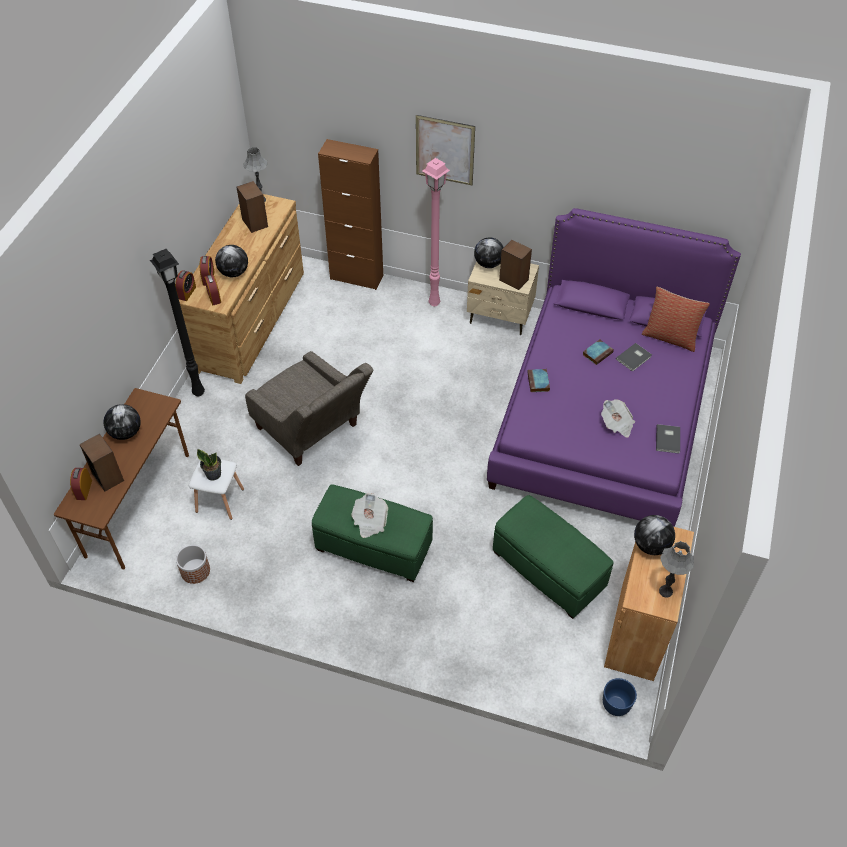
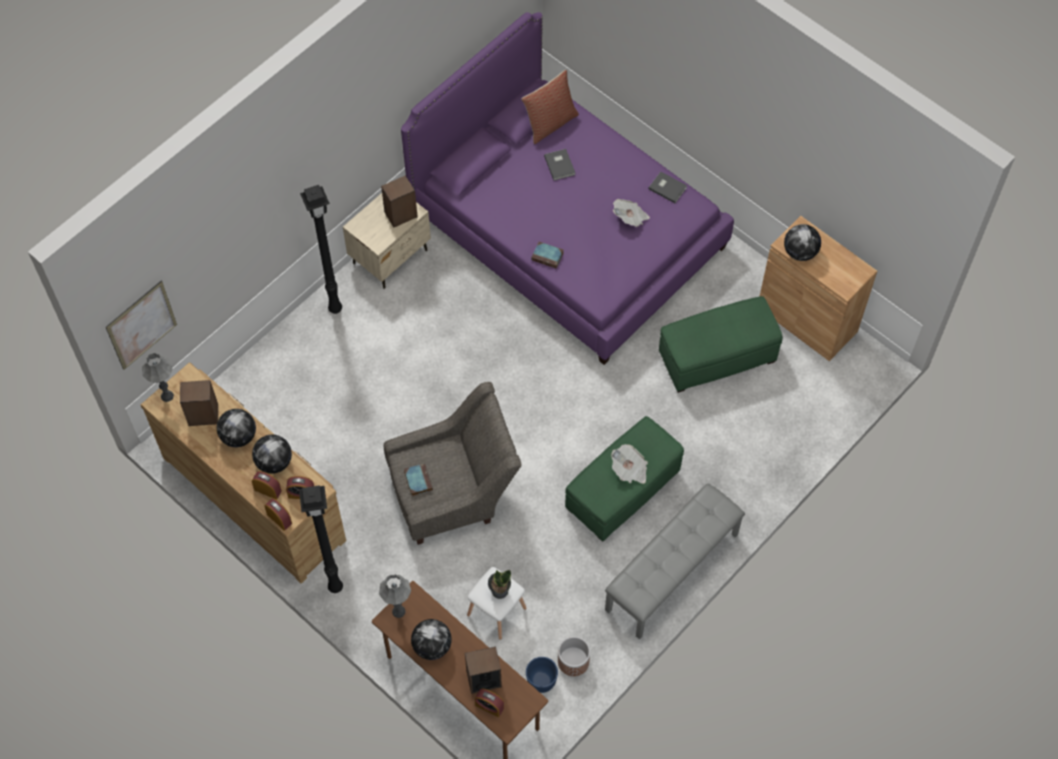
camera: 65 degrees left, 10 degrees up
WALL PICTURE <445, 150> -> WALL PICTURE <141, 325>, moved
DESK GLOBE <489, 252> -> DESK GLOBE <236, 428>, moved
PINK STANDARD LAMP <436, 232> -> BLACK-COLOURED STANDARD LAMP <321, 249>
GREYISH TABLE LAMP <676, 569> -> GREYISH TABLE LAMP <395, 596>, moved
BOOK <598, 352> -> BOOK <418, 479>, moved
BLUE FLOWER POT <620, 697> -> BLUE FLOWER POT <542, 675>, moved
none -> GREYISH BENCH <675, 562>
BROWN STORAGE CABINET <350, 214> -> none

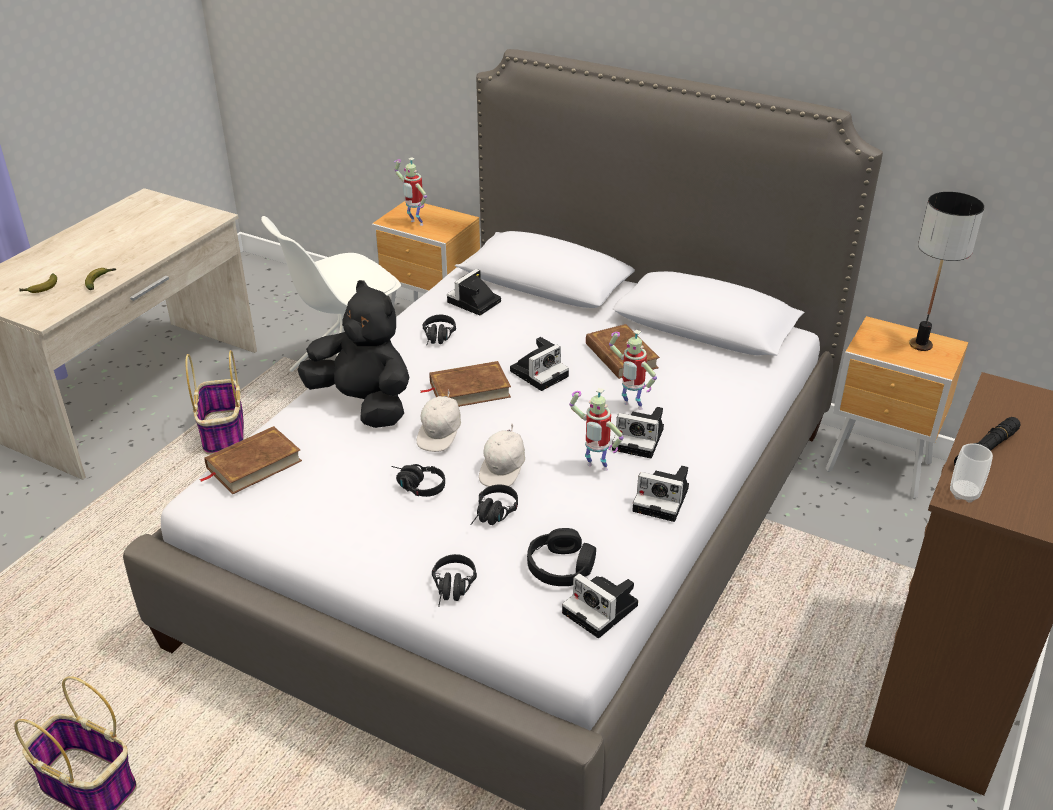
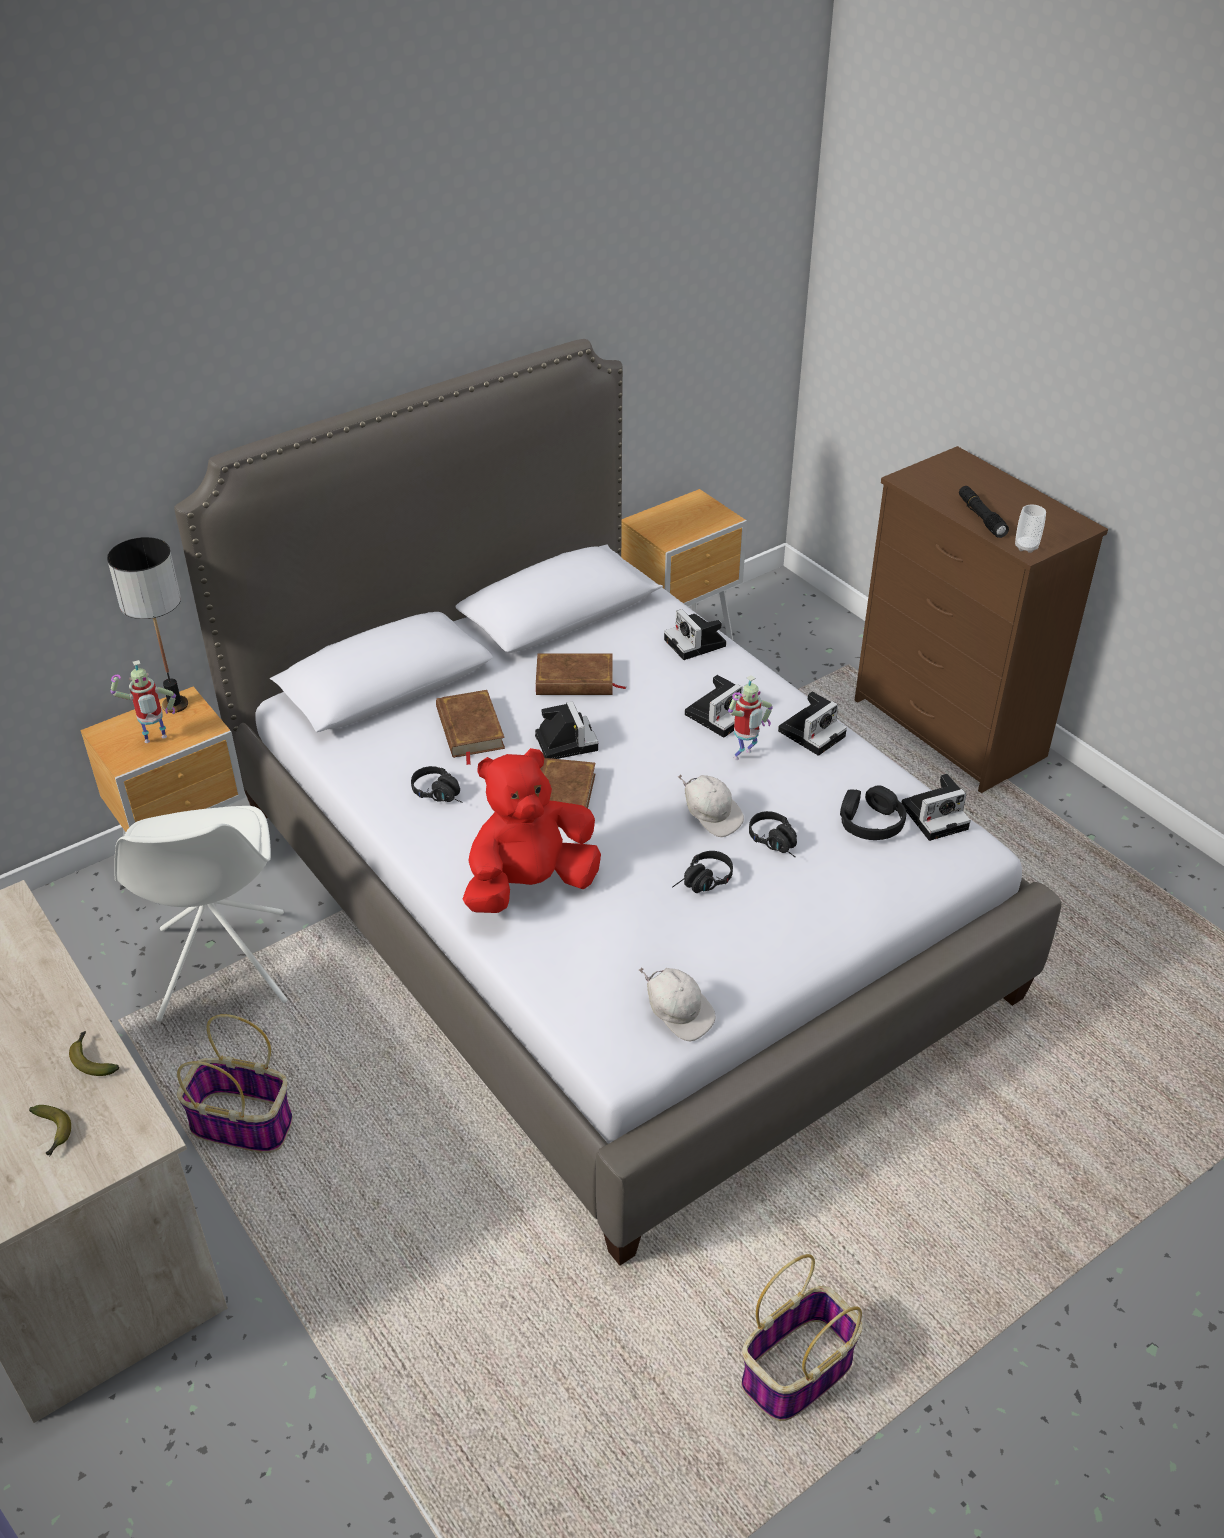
camera: 65 degrees left, 5 degrees up
TABLE LAMP <946, 271> -> TABLE LAMP <147, 625>, moved
BROWN BOOK <251, 460> -> BROWN BOOK <470, 727>, moved
BLACK-COLOURED SOFT TOY <353, 354> -> RED SOFT TOY <532, 830>
WHITISH CAP <439, 421> -> WHITISH CAP <677, 1004>, moved
PHOTO CAMERA <474, 292> -> PHOTO CAMERA <695, 634>, moved
BLACK-COLOURED PAIR OF HEADPHONES <454, 580> -> none
ROBOT FIGURE <633, 370> -> none

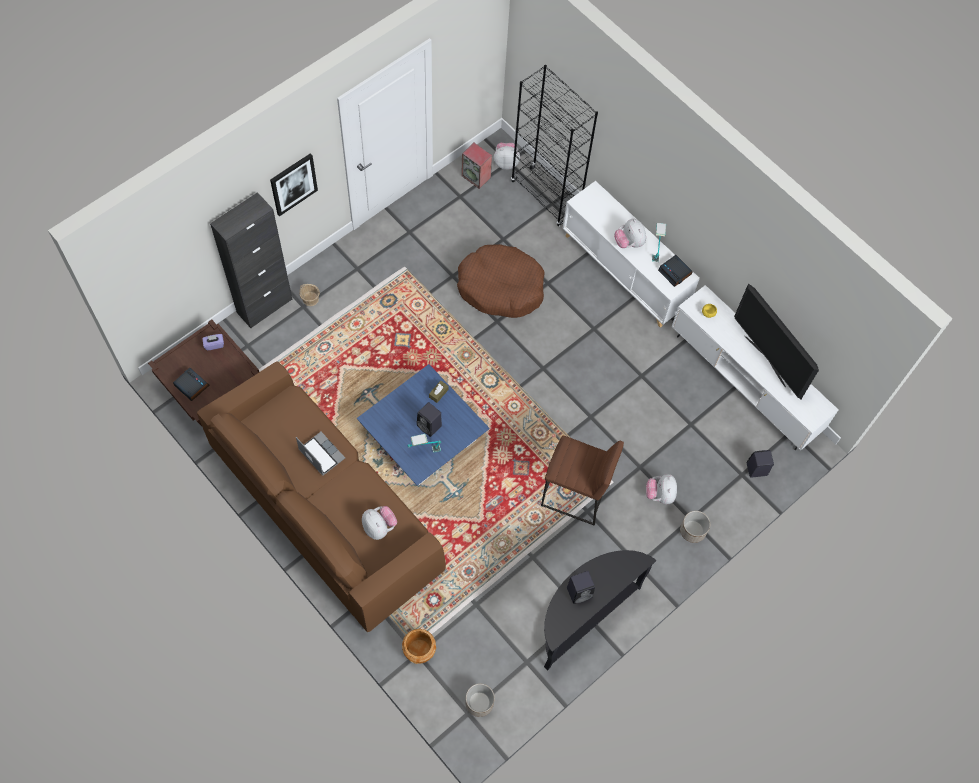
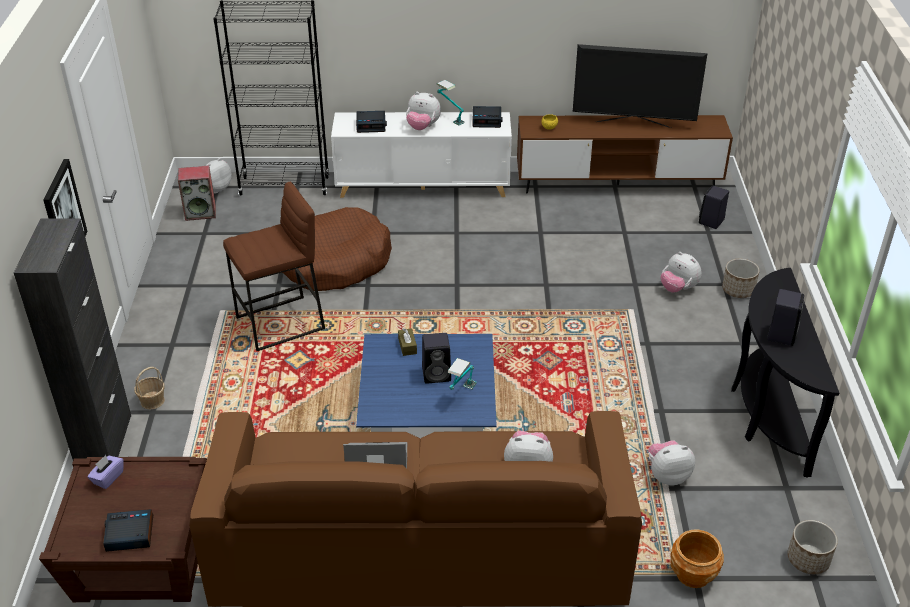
camera: 45 degrees left, 25 degrees down
BROWN STOOL SEAT <582, 481> -> BROWN STOOL SEAT <274, 266>, moved
none -> ALARM CLOCK <371, 122>
WHITISH MEDIA CONSOLE <755, 367> -> BROWN MEDIA CONSOLE <625, 154>
none -> SOFT TOY <671, 462>

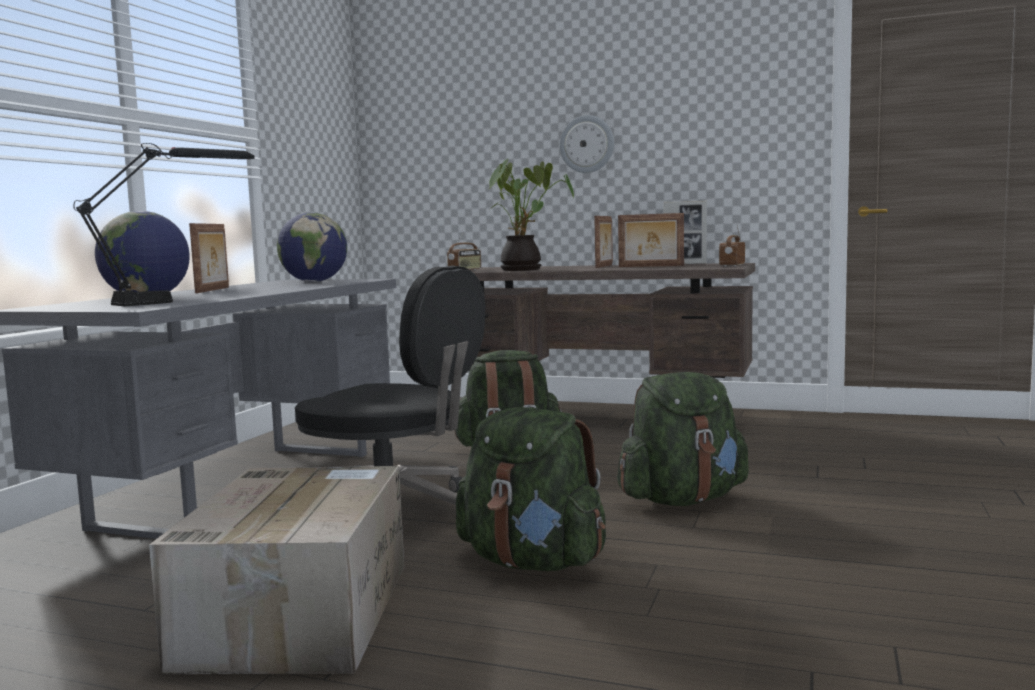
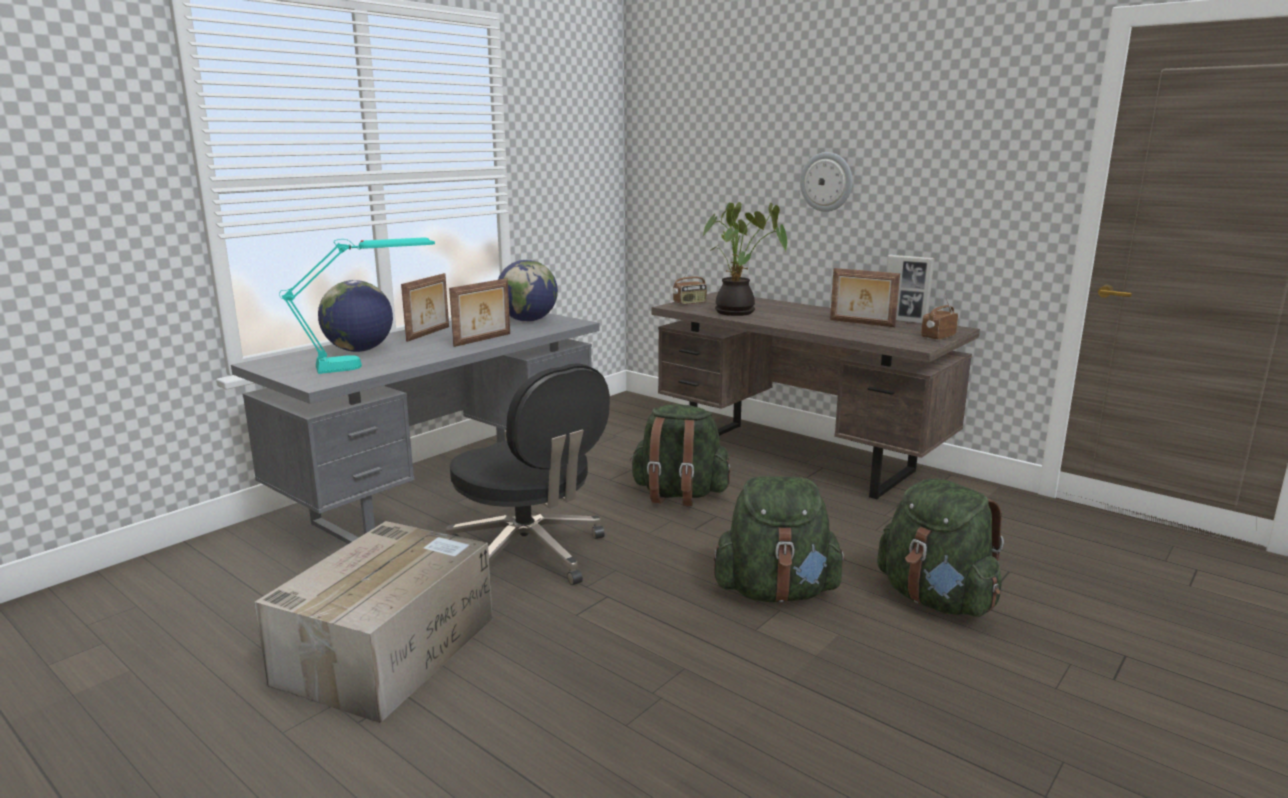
camera: 20 degrees right, 10 degrees up
BLACK-COLOURED TABLE LAMP <164, 225> -> TURQUOISE-COLOURED TABLE LAMP <357, 306>
PICTURE FRAME <603, 242> -> PICTURE FRAME <479, 312>, moved
GREEN-COLOURED RUCKSACK <531, 489> -> GREEN-COLOURED RUCKSACK <940, 547>, moved

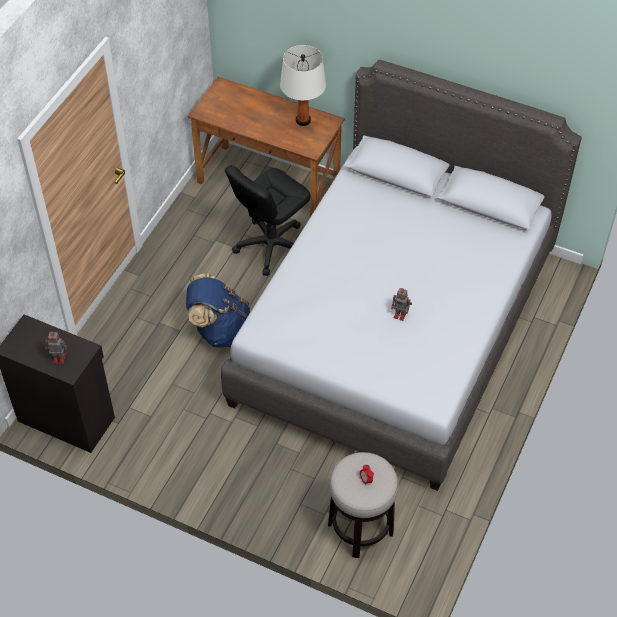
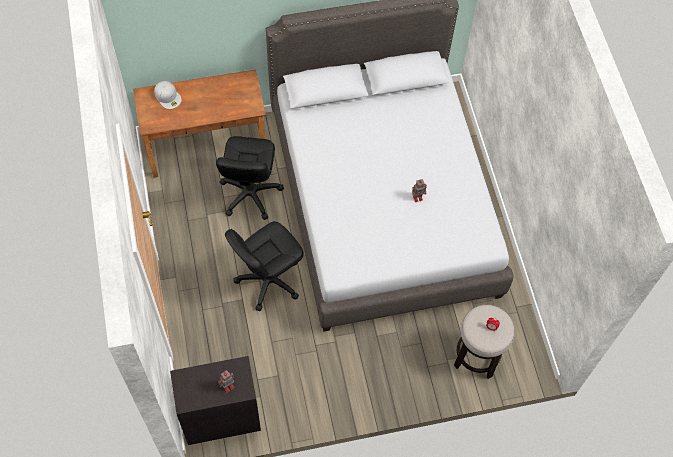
camera: 40 degrees left, 10 degrees up
none -> WHITISH CAP <168, 95>
BLUE RUCKSACK <218, 310> -> BLACK-COLOURED DESK CHAIR <264, 266>
WHITISH TABLE LAMP <303, 85> -> none

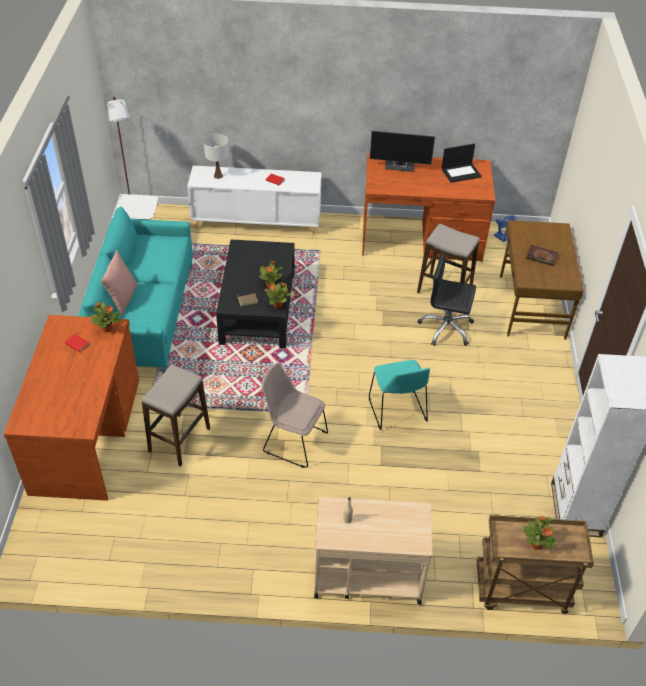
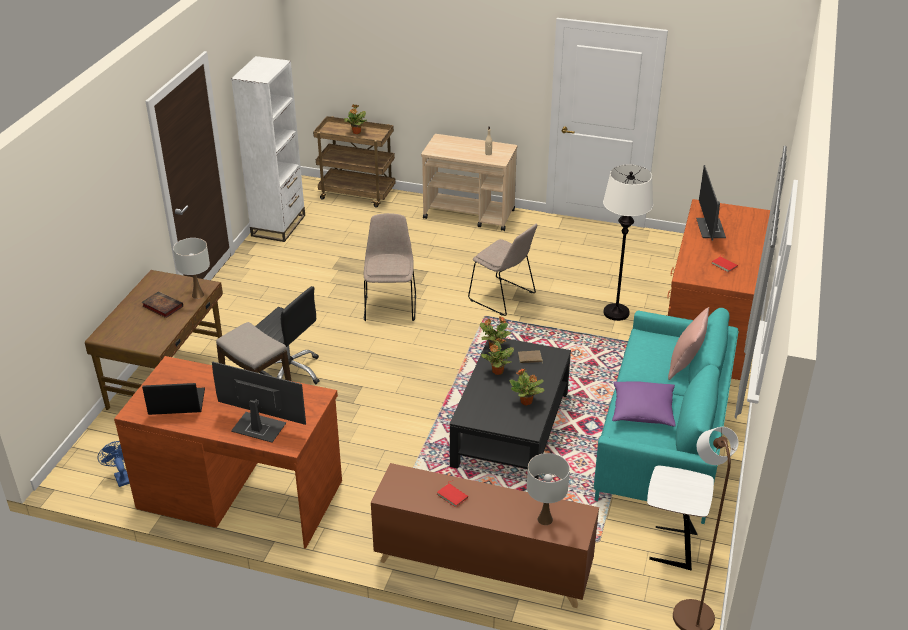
camera: 165 degrees left, 10 degrees down
none -> WHITISH TABLE LAMP <191, 268>
TURQUOISE-COLOURED CHAIR <399, 395> -> BEIGE CHAIR <390, 267>
WHITISH STORAGE CABINET <254, 200> -> BROWN STORAGE CABINET <485, 535>
HOUSEPLANT <105, 317> -> HOUSEPLANT <527, 387>, moved
STOOL SEAT <175, 415> -> WHITISH STANDARD LAMP <628, 243>
none -> PURPLE-COLOURED THROW PILLOW <644, 404>
none -> COMPUTER DISPLAY <711, 203>

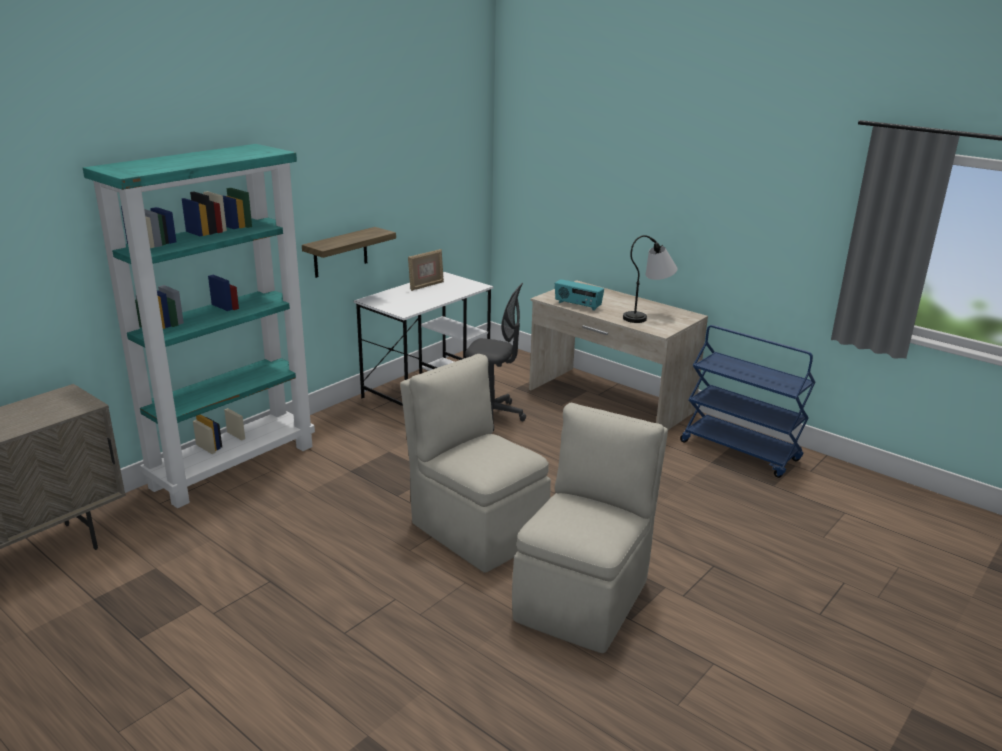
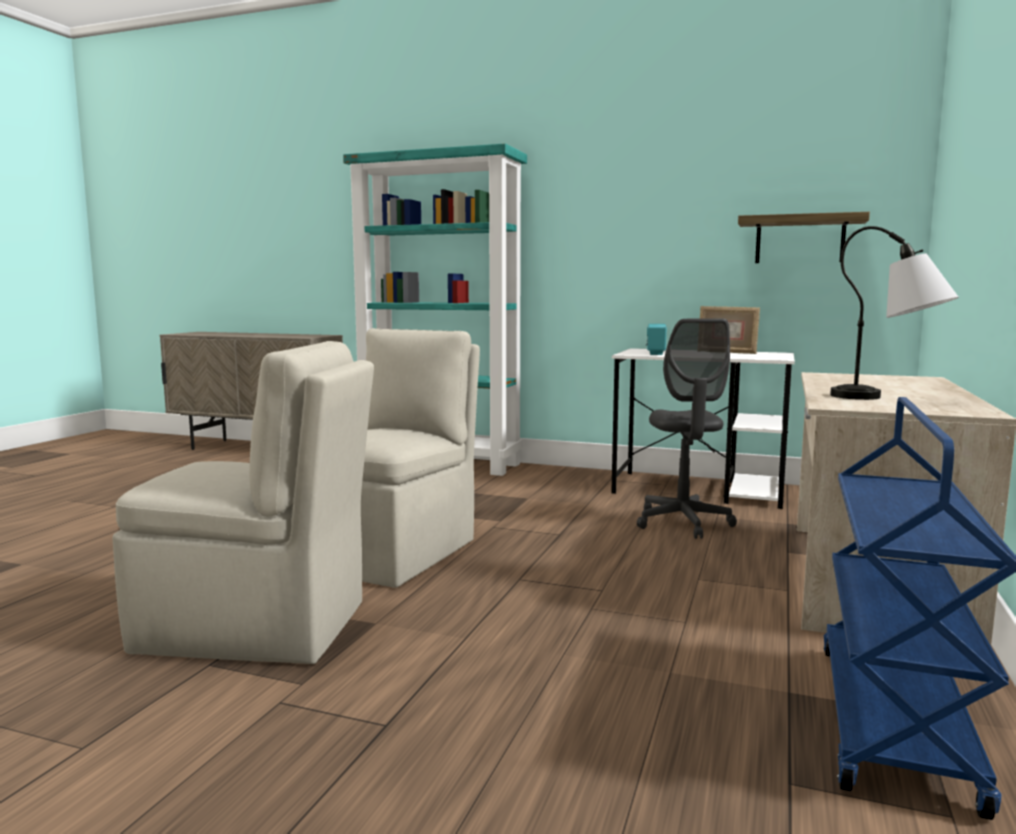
camera: 70 degrees right, 15 degrees down
RADIO <579, 295> -> RADIO <656, 339>, moved
WALL SHELF <349, 252> -> WALL SHELF <804, 237>, moved

